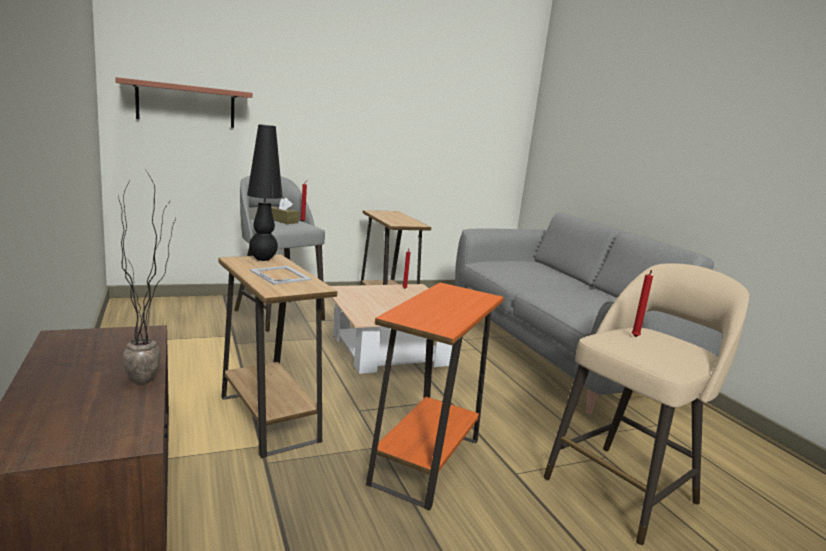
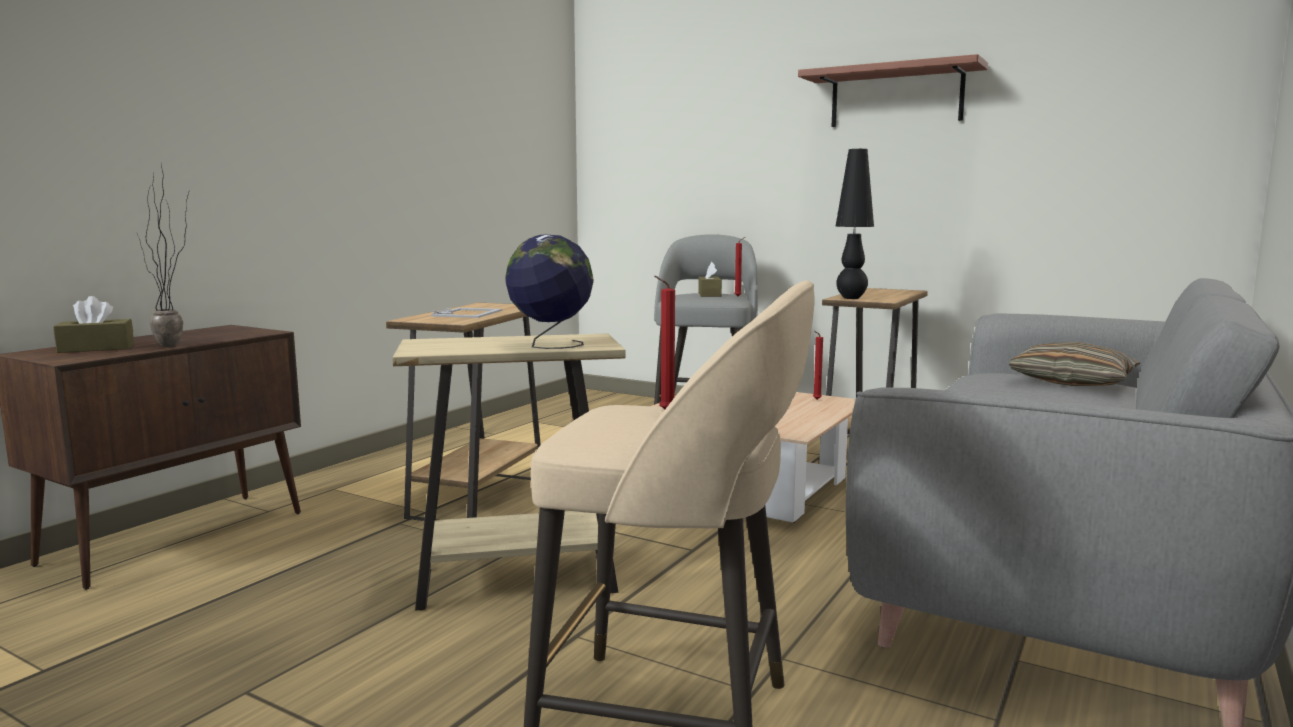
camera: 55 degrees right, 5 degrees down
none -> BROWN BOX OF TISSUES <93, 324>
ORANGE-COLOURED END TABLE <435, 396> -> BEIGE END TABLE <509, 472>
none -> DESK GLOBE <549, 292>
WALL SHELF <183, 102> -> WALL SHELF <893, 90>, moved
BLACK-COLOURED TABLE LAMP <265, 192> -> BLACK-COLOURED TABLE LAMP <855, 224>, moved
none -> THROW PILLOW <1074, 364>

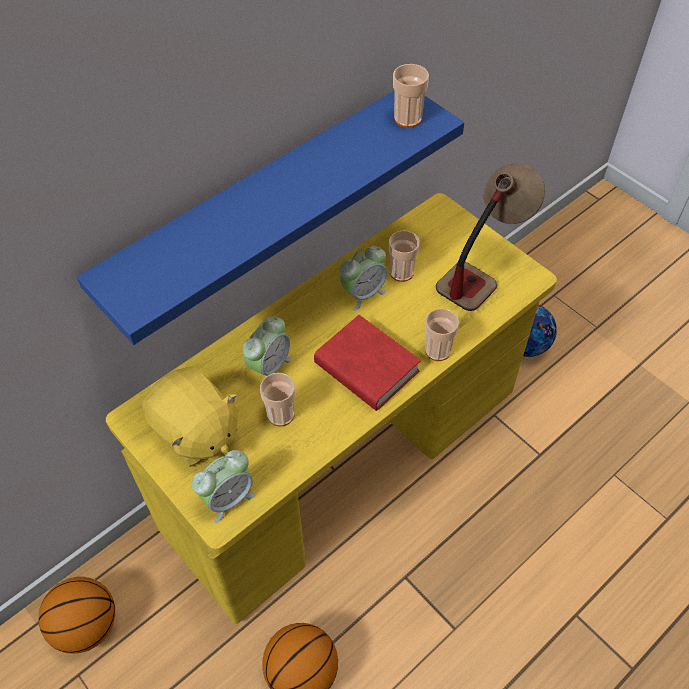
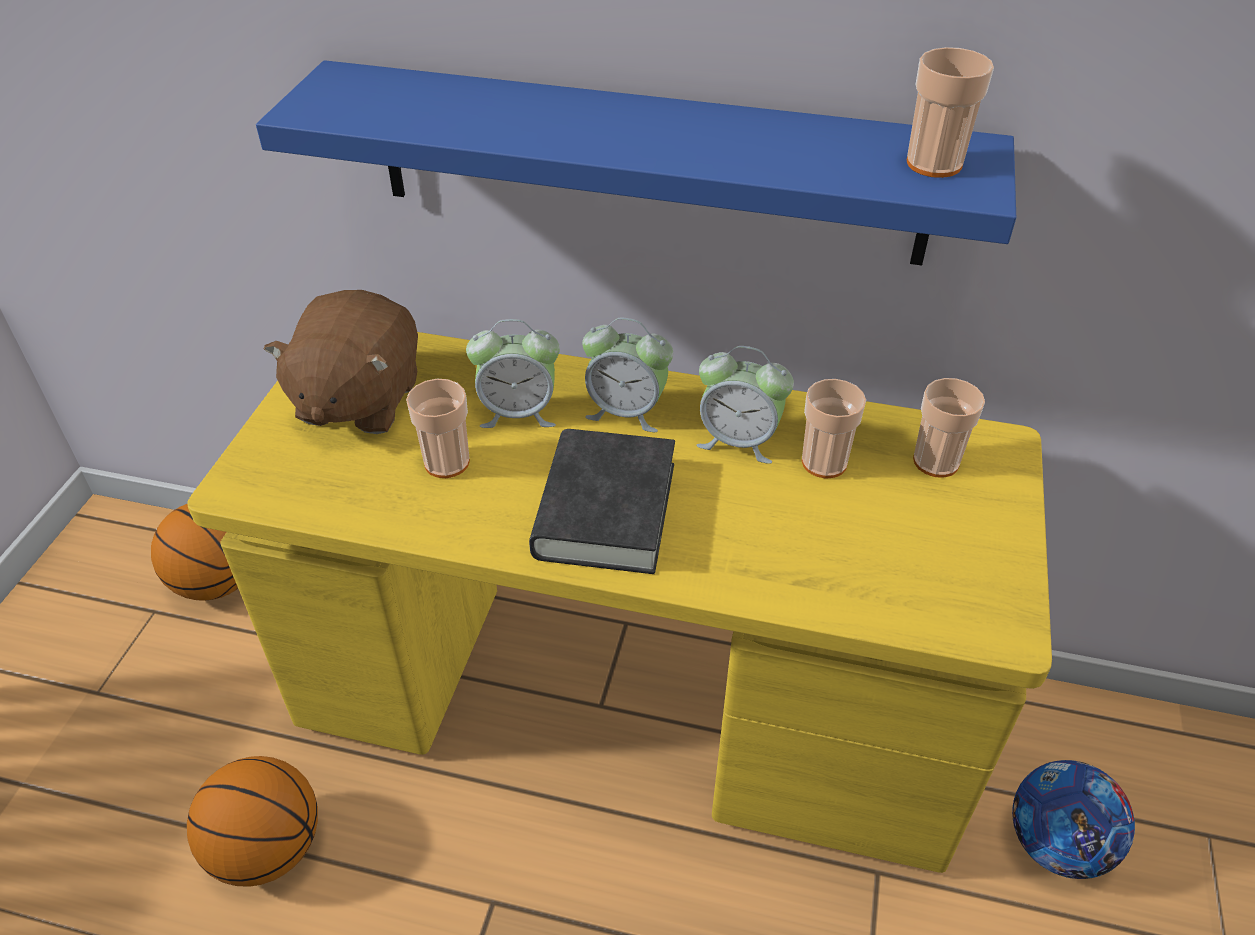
camera: 55 degrees right, 10 degrees down
YELLOW SOFT TOY <190, 416> -> BROWN SOFT TOY <341, 362>
RED BOOK <367, 363> -> BLACK-COLOURED BOOK <602, 501>
ALARM CLOCK <224, 486> -> ALARM CLOCK <627, 375>, moved
CUP <442, 334> -> CUP <949, 427>, moved
TABLE LAMP <490, 237> -> none

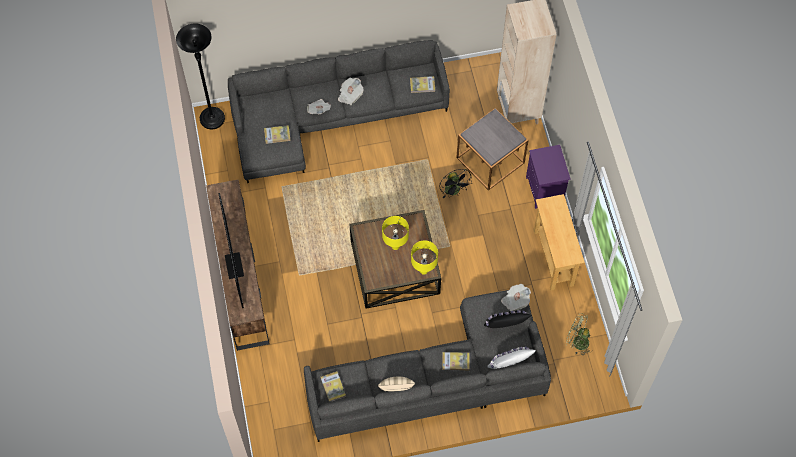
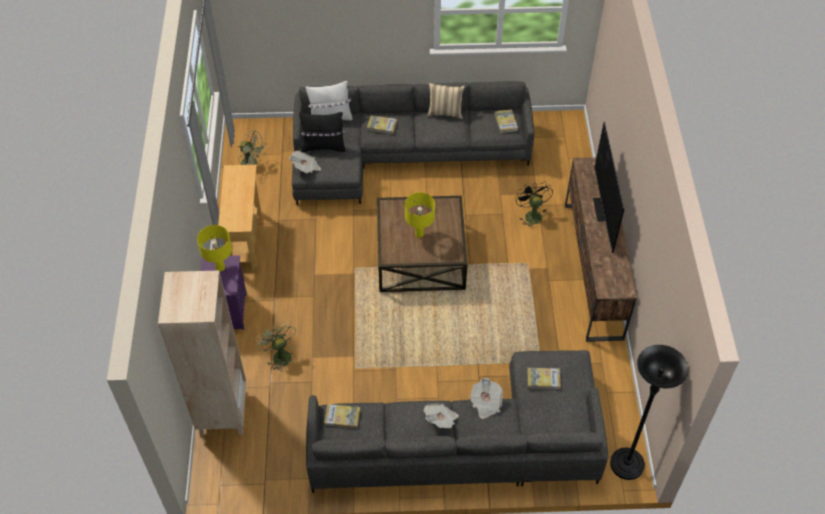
camera: 170 degrees left, 10 degrees down
YELLOW TABLE LAMP <424, 257> -> YELLOW TABLE LAMP <214, 248>, moved
GREYISH END TABLE <492, 149> -> GREEN-COLOURED ELECTRIC FAN <275, 346>
BLACK-COLOURED ELECTRIC FAN <455, 183> -> BLACK-COLOURED ELECTRIC FAN <534, 205>, moved

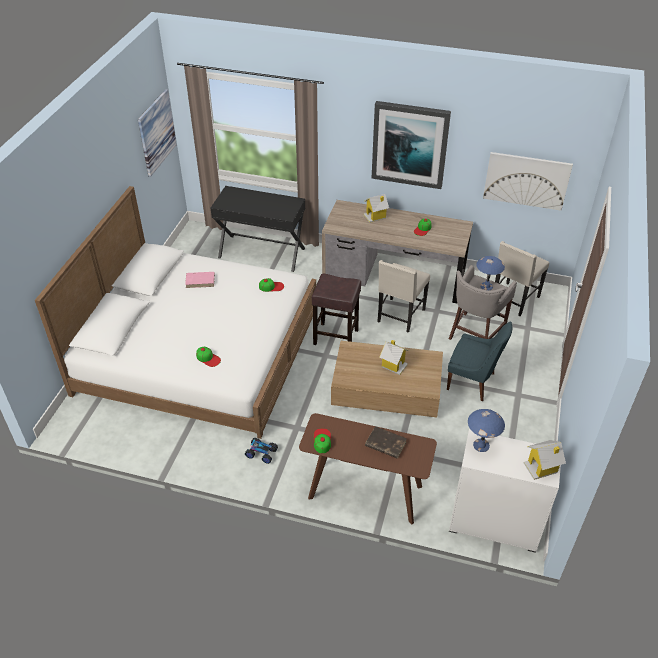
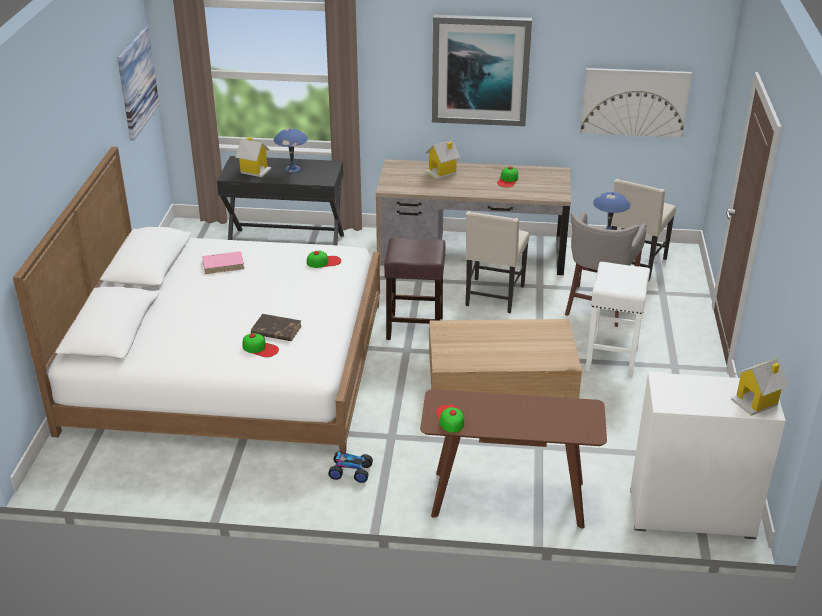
camera: 10 degrees left, 10 degrees down
TOY HOUSE <394, 357> -> TOY HOUSE <253, 157>, moved
BROWN BOOK <386, 442> -> BROWN BOOK <276, 327>, moved
BLUE TABLE LAMP <486, 430> -> BLUE TABLE LAMP <291, 150>, moved
BLUE CHAIR <479, 361> -> WHITISH STOOL SEAT <617, 320>

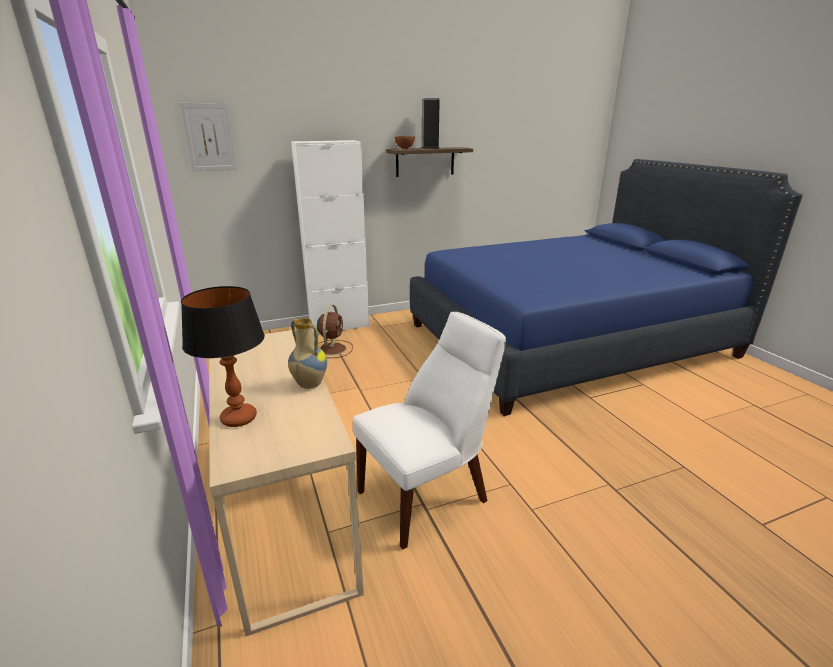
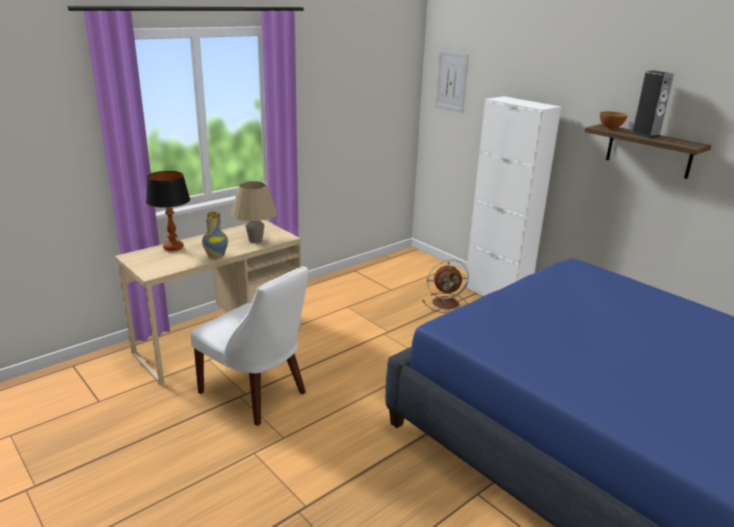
camera: 70 degrees right, 0 degrees up
none -> BEIGE TABLE LAMP <254, 212>

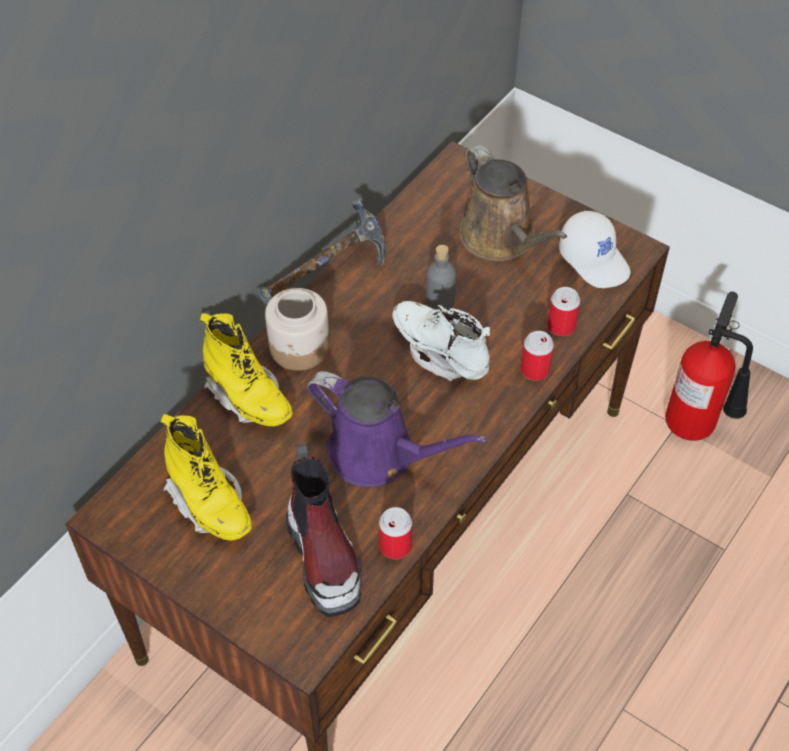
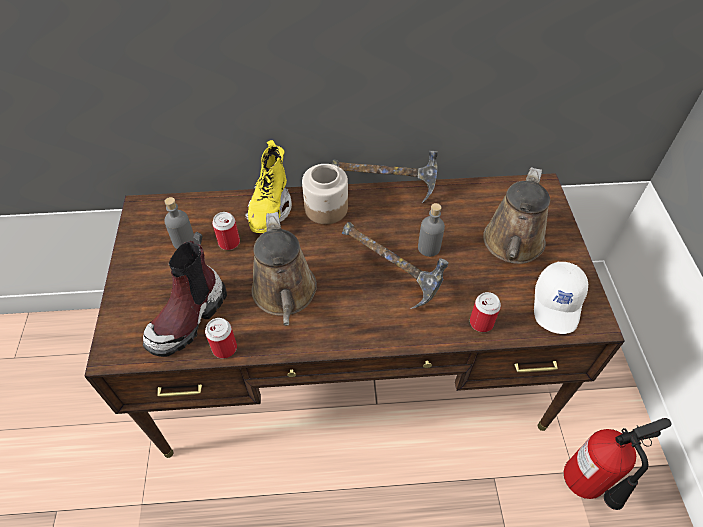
camera: 50 degrees right, 0 degrees up
YELLOW BOOT <206, 477> -> GREYISH BEVERAGE BOTTLE <179, 223>
METAL CAN <537, 356> -> METAL CAN <226, 231>, moved
PURPLE-COLOURED SPRINKLING CAN <397, 429> -> BROWN SPRINKLING CAN <284, 269>
WHITISH BOOT <441, 341> -> HAMMER <395, 265>

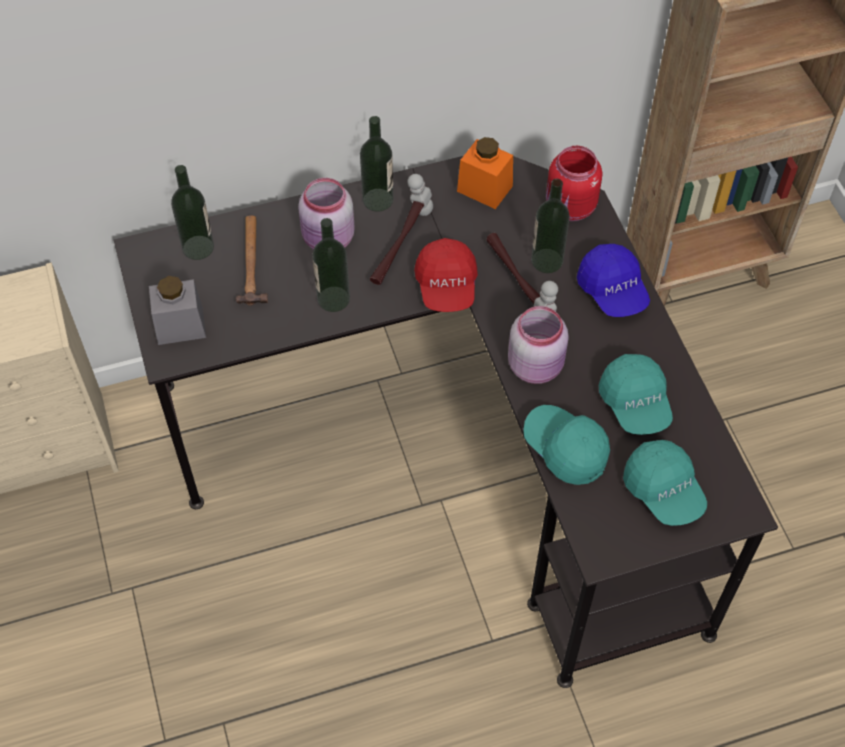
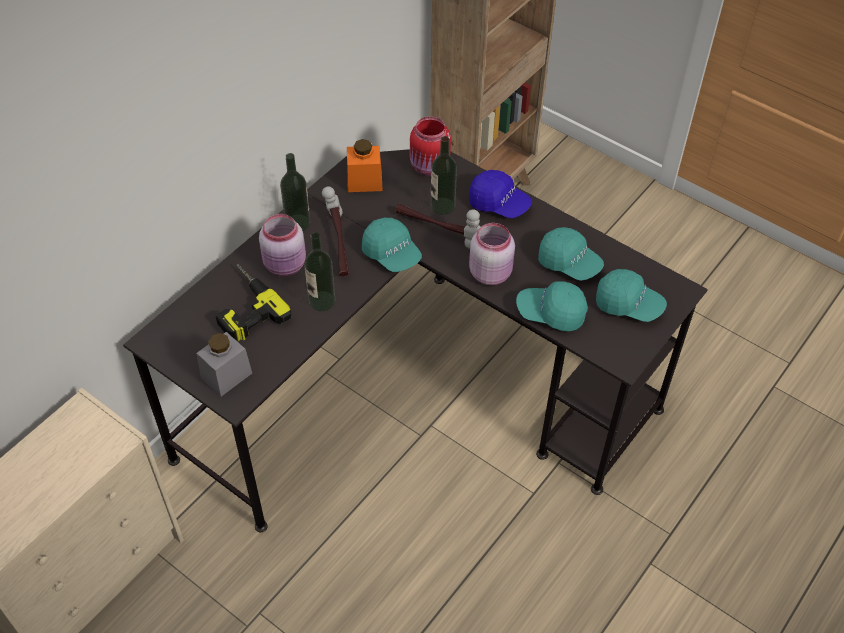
camera: 35 degrees left, 5 degrees down
HAMMER <252, 260> -> ELECTRIC DRILL <254, 303>
RED CAP <446, 275> -> TURQUOISE-COLOURED CAP <392, 245>
BEVERAGE BOTTLE <192, 212> -> none

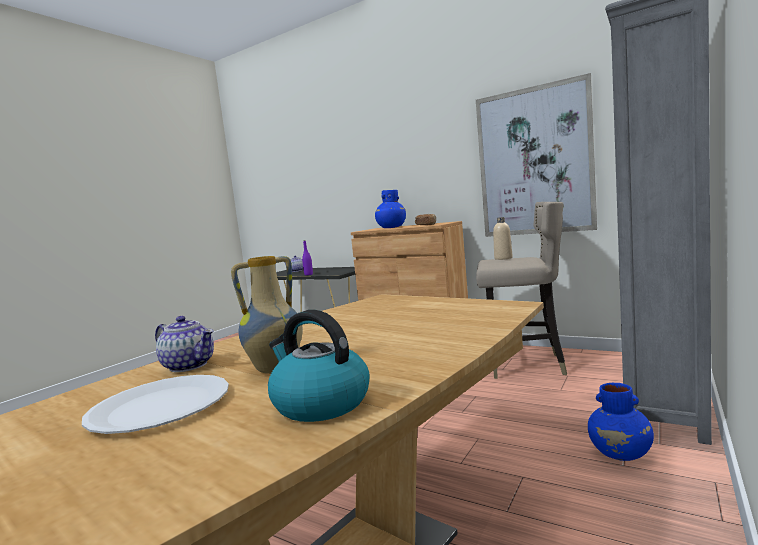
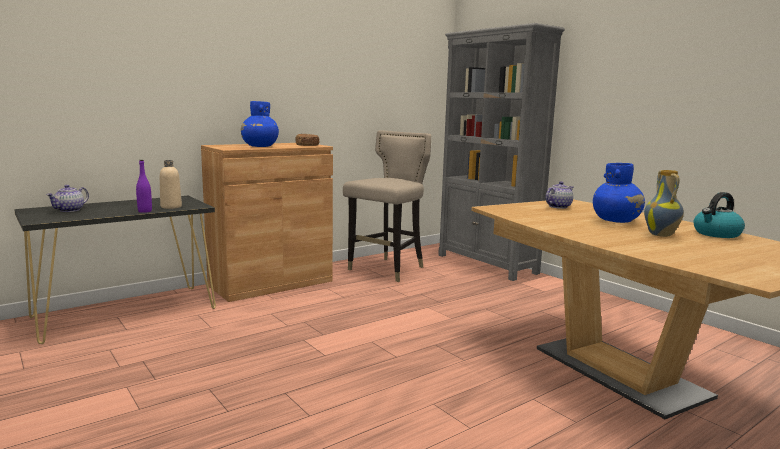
camera: 70 degrees left, 5 degrees up
BEIGE BEVERAGE BOTTLE <503, 238> -> BEIGE BEVERAGE BOTTLE <171, 184>, moved
TEAPOT <184, 344> -> TEAPOT <559, 195>, moved
BLUE VASE <621, 422> -> BLUE VASE <619, 193>, moved
WHITISH FLAT DISH <155, 404> -> none
WALL PICTURE <536, 155> -> none

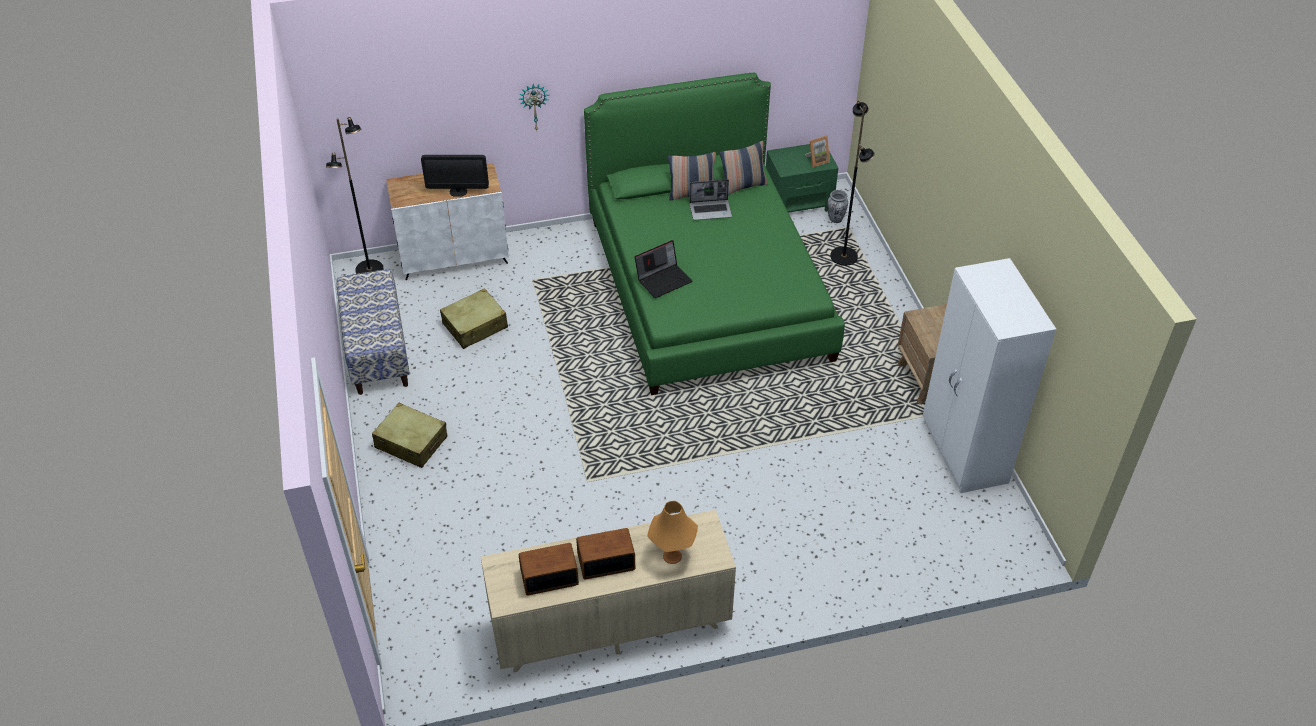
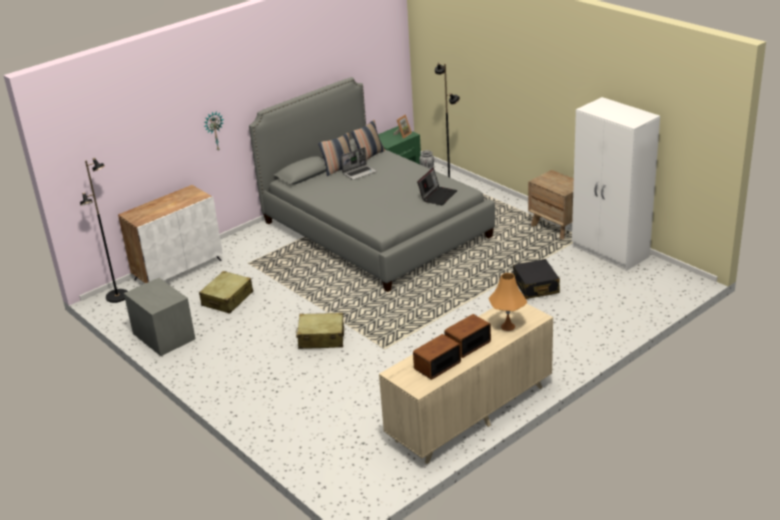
camera: 25 degrees left, 15 degrees down
BENCH <373, 332> -> GREYISH NIGHT TABLE <159, 317>
GREEN-COLOURED SLEEPING BED <714, 234> -> GREYISH SLEEPING BED <372, 184>
BEIGE PIECE OF LUGGAGE <409, 435> -> BEIGE PIECE OF LUGGAGE <320, 331>, moved
PORTABLE COMPUTER <663, 269> -> PORTABLE COMPUTER <437, 186>, moved
none -> BLACK-COLOURED PIECE OF LUGGAGE <536, 279>
COMPUTER DISPLAY <455, 176> -> none

